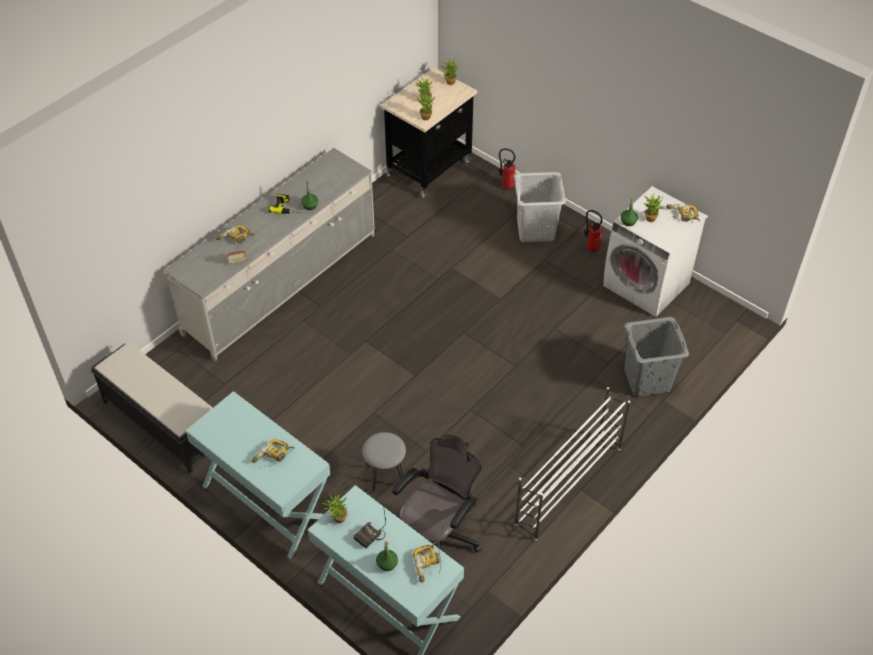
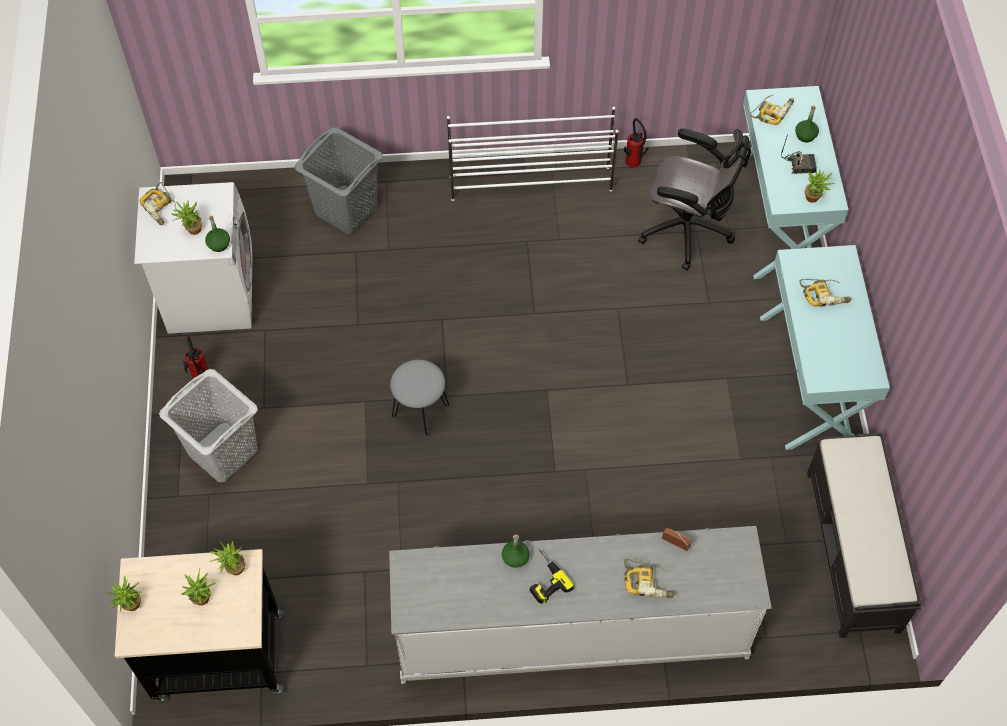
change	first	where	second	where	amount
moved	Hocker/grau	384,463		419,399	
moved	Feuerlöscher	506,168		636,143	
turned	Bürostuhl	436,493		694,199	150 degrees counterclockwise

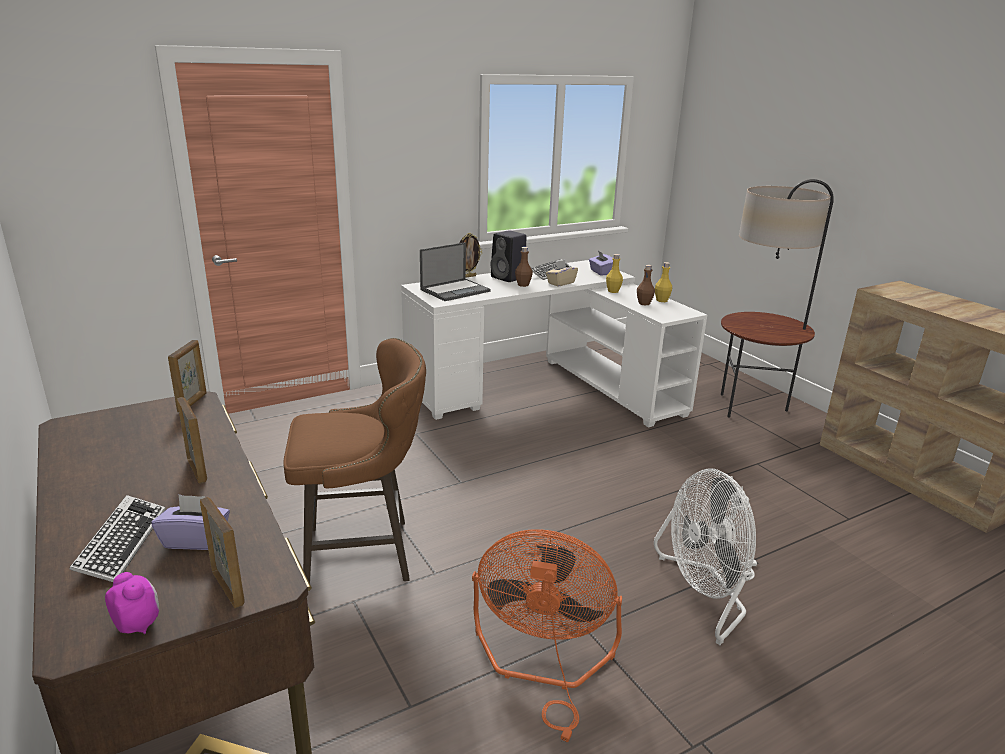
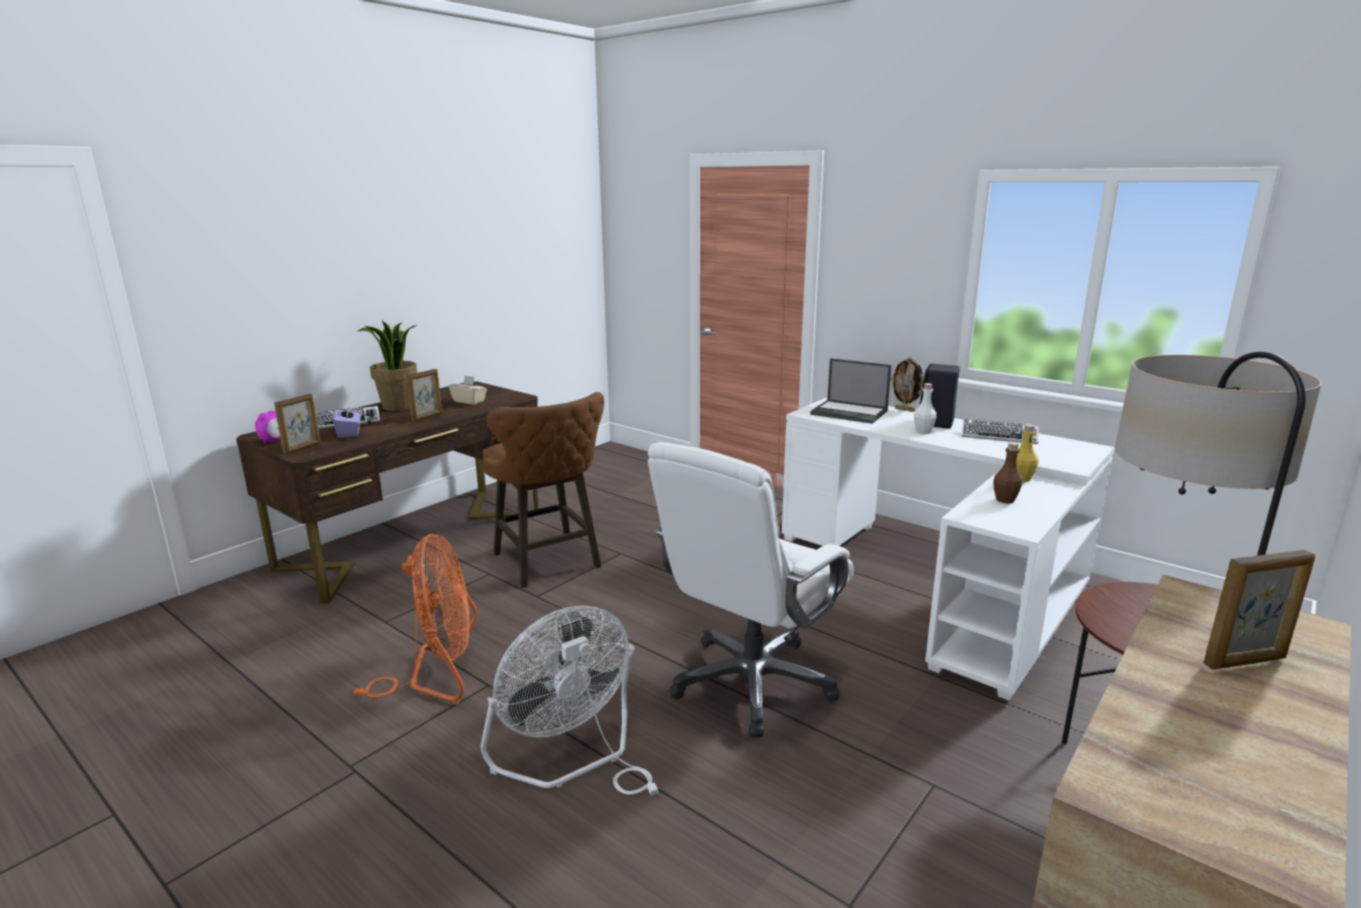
change	first	where	second	where	amount
added			Topfpflanze	387,365	
moved	Taschentuchbox/beige	562,273		468,390	
added			Bürostuhl/weiß	751,590	
recoloured	Flasche/braun	524,267	Flasche/weiß	925,408	
moved	Bilderrahmen	187,376		1259,609	
removed	Taschentuchbox/lila	601,263			
removed	Flasche/gelb	663,282			

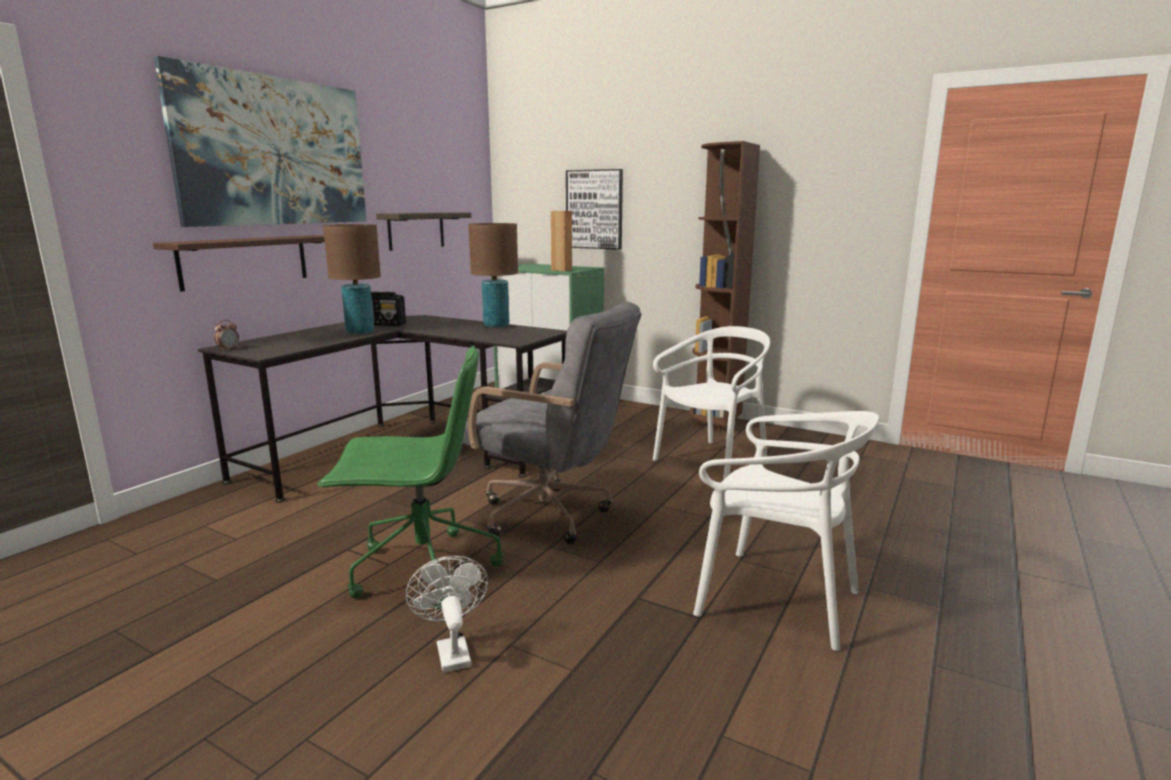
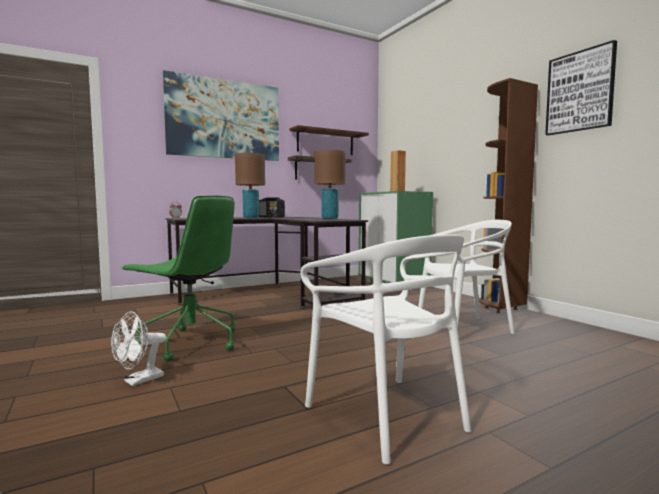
change	first	where	second	where	amount
turned	Ventilator/weiß	446,614		138,348	150 degrees counterclockwise
moved	Wandregal	239,263		329,140	
moved	Bild	594,209		581,88	
removed	Bürostuhl/grau	552,423			

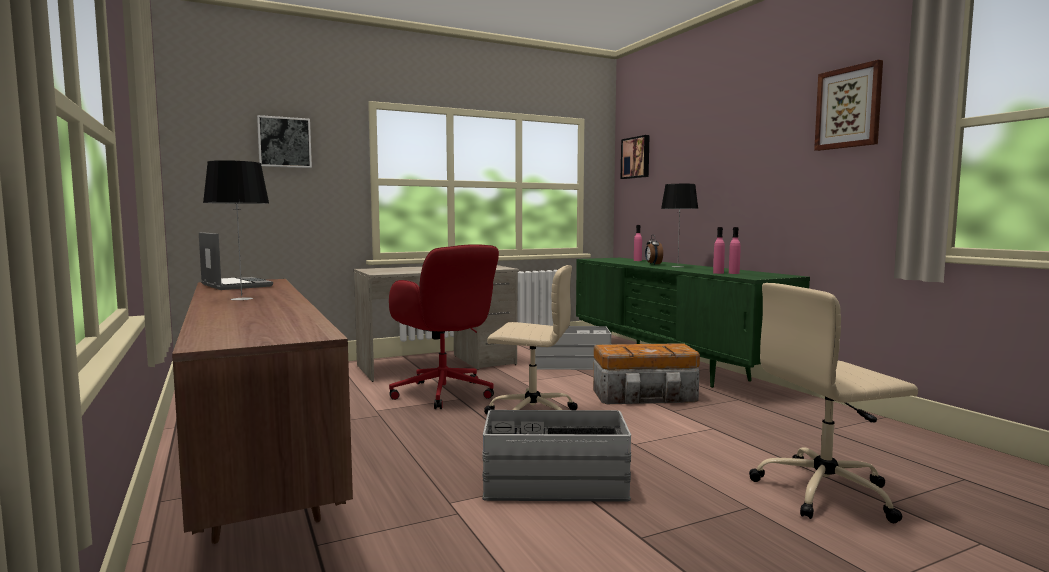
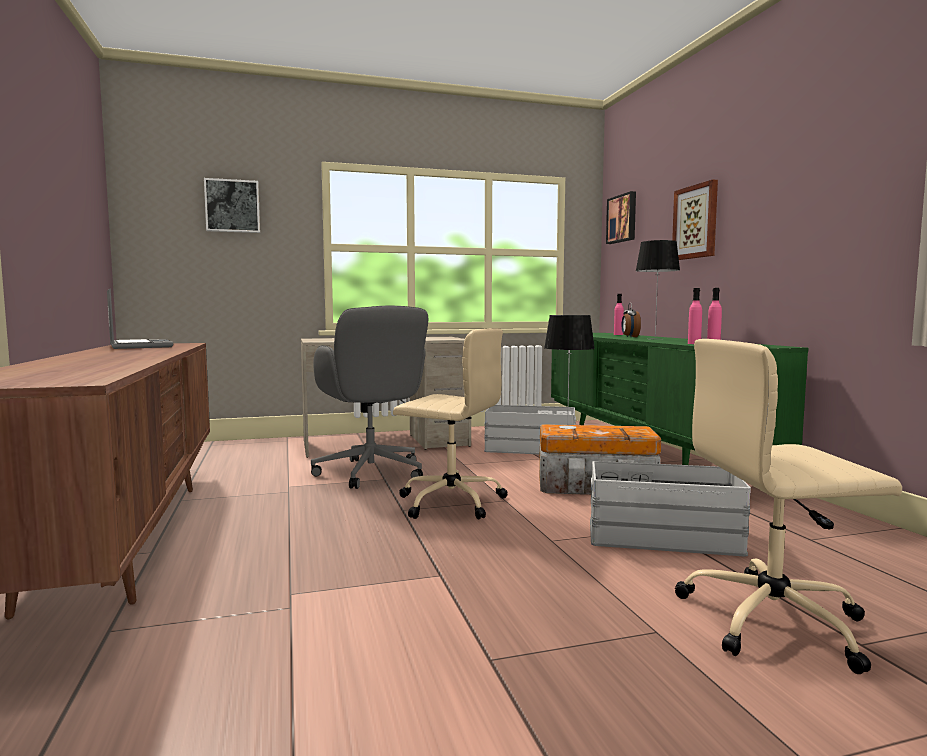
change	first	where	second	where	amount
recoloured	Bürostuhl/rot	444,326	Bürostuhl/grau	369,397	
moved	Tischlampe	236,230		569,372	
moved	Aufbewahrungsbox/grau	556,456		670,508	
moved	Bild	848,105		695,219	

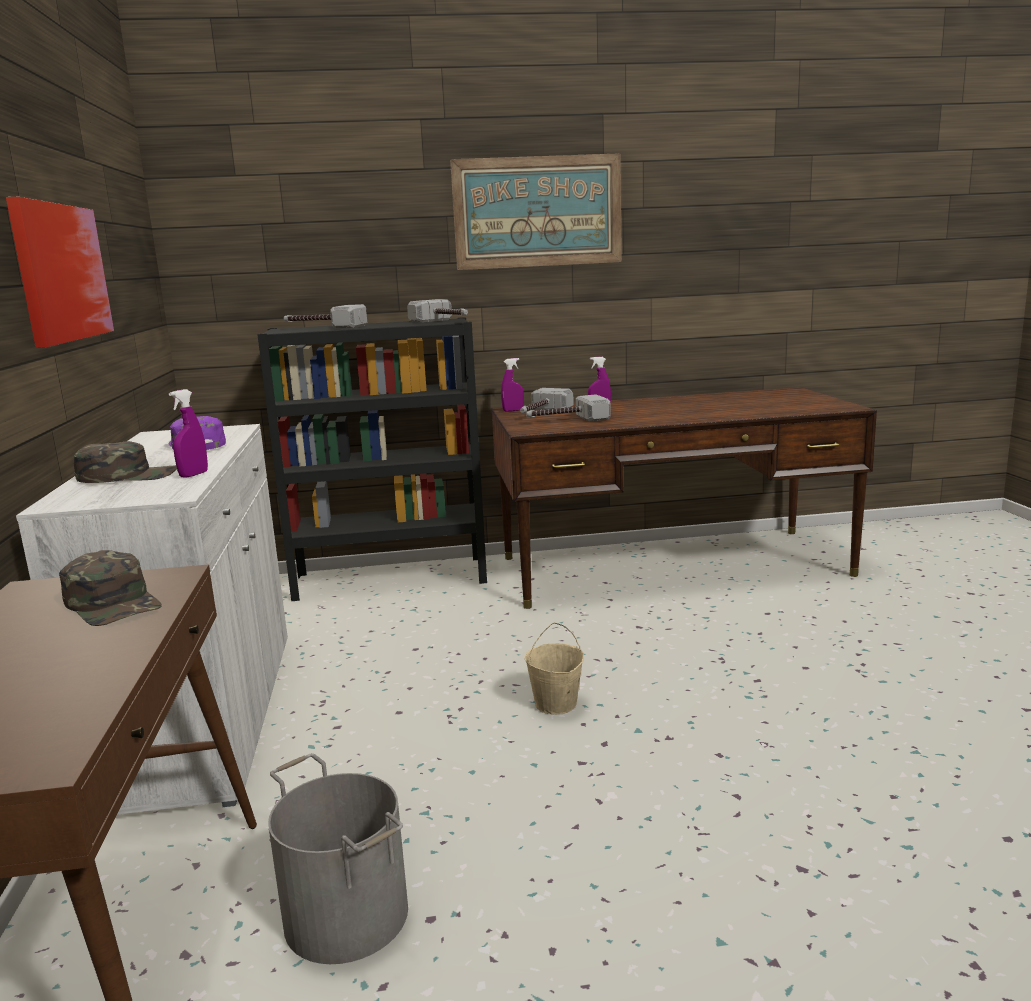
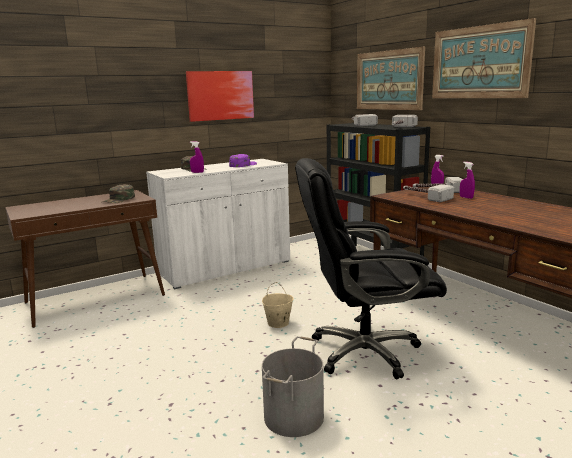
change	first	where	second	where	amount
moved	Eimer/grau	338,858		293,386	
added			Bürostuhl/schwarz	371,268	
added			Bild	391,78	

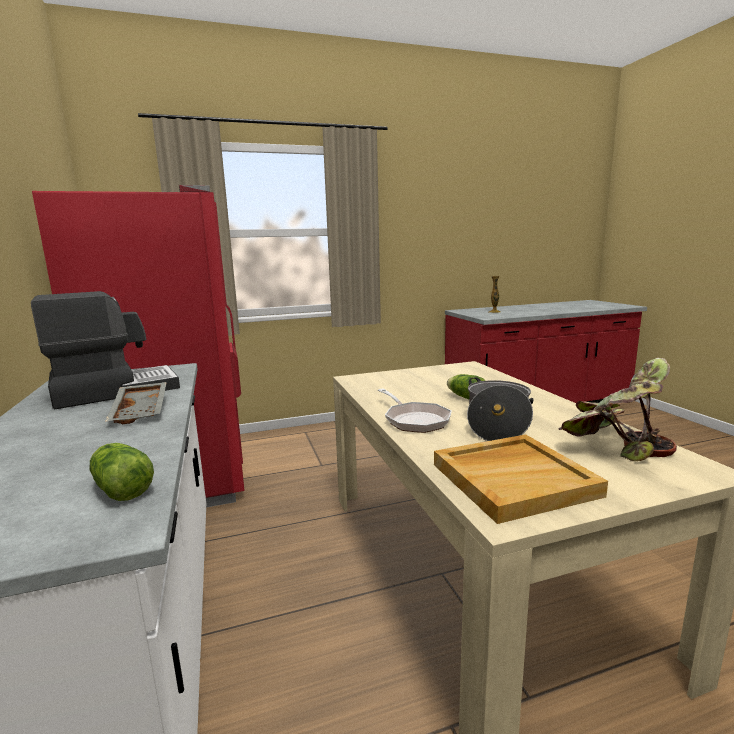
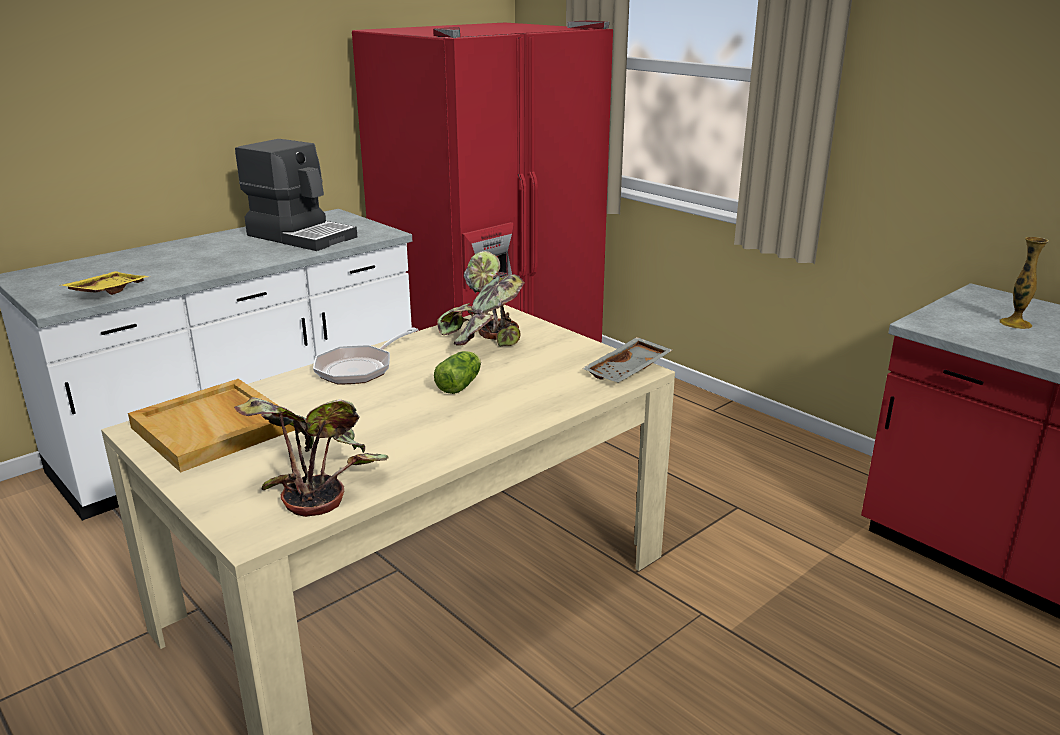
change	first	where	second	where	amount
replaced	Salatkopf	122,472	Tablett/gelb	105,283	
added			Topfpflanze	481,299	
moved	Tablett/grau	136,403		627,359	
removed	Kochtopf	500,409			

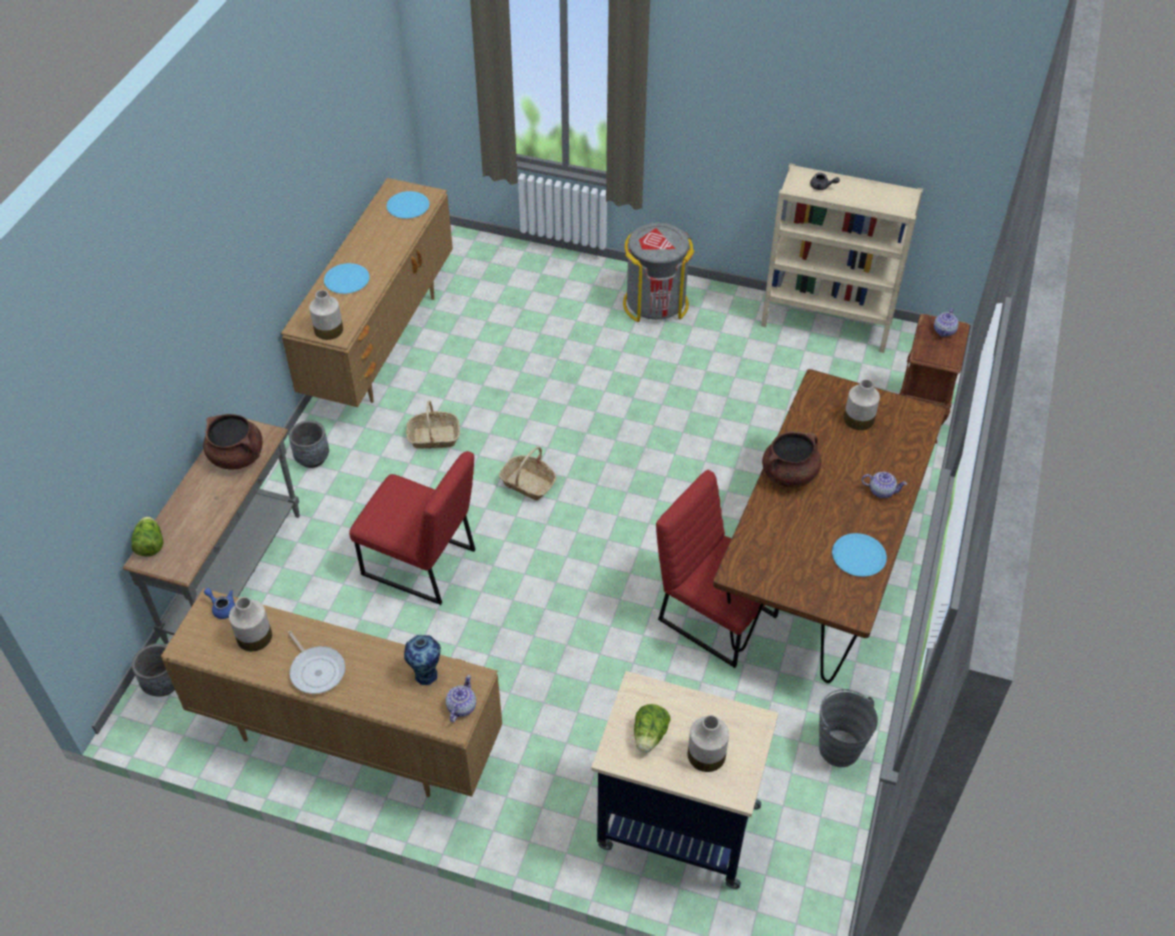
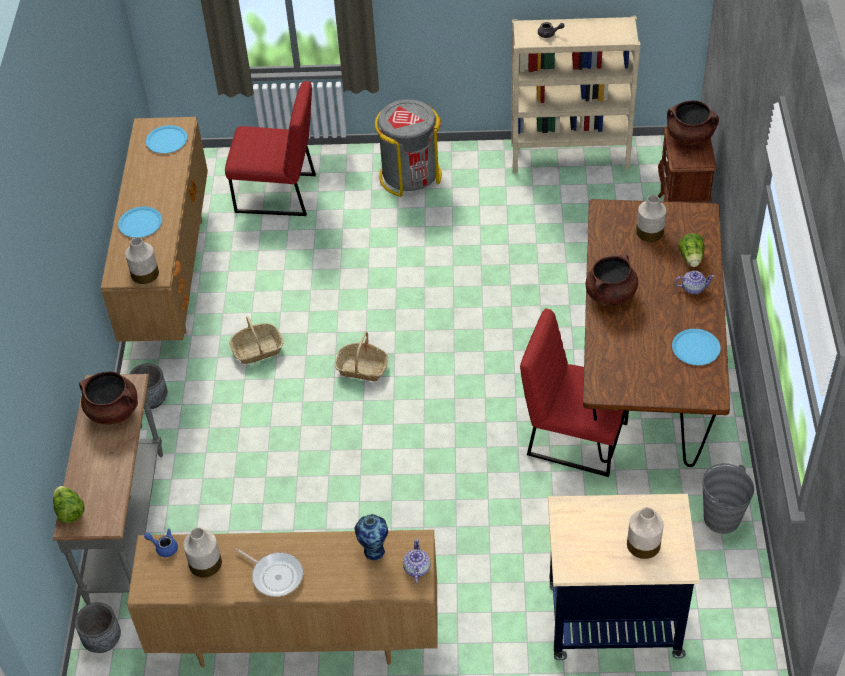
change	first	where	second	where	amount
moved	Stuhl/rot	412,528		270,148	
replaced	Teekanne	946,322	Kochtopf/braun	693,122	
moved	Salatkopf	652,728		692,250	

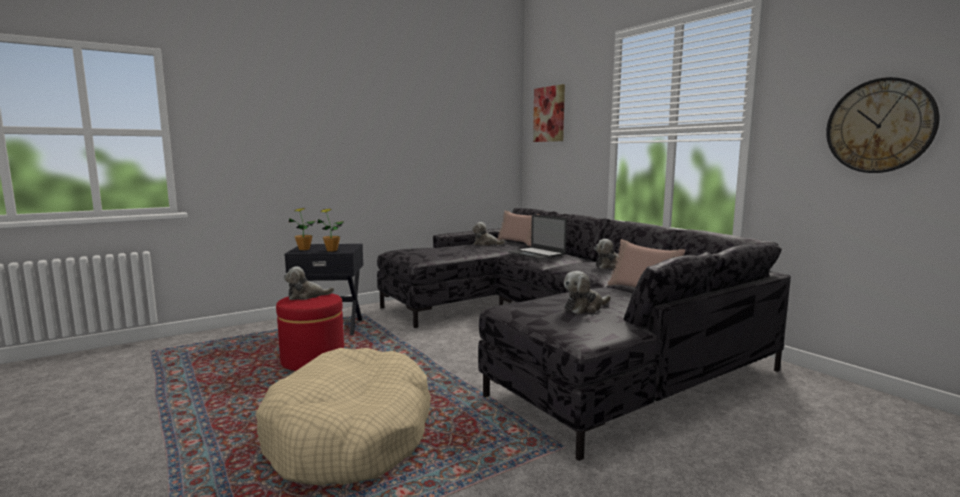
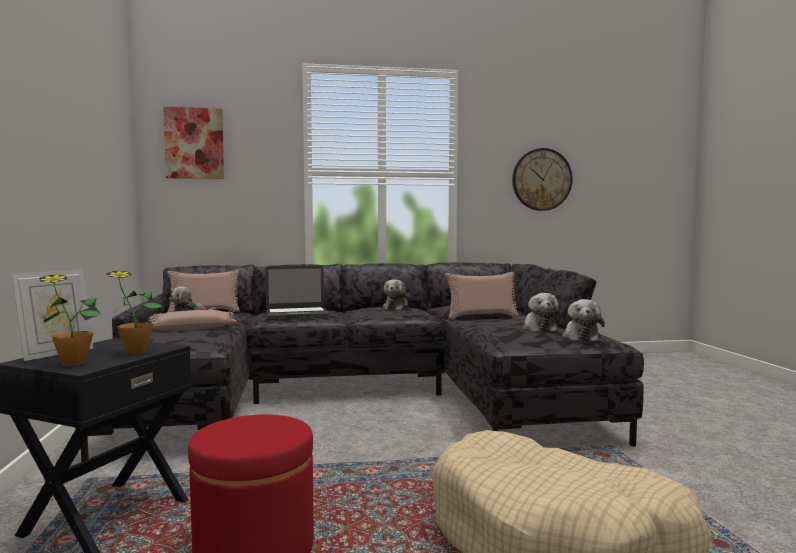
change	first	where	second	where	amount
added			Bilderrahmen	53,315	
added			Kissen/beige	193,320	
moved	Plüschtier	309,283		583,320	

